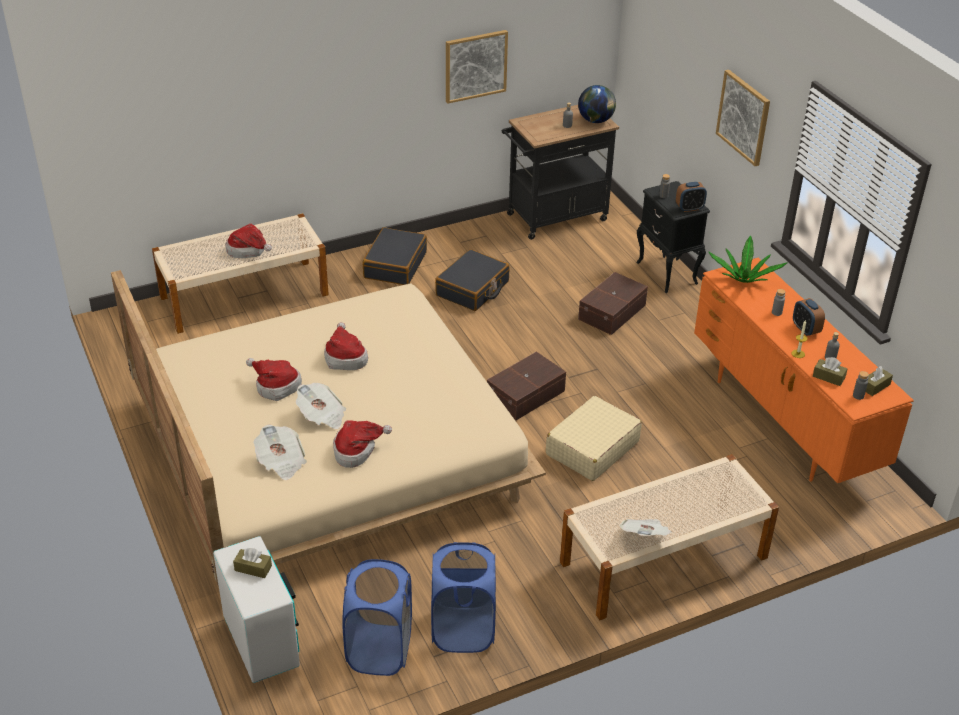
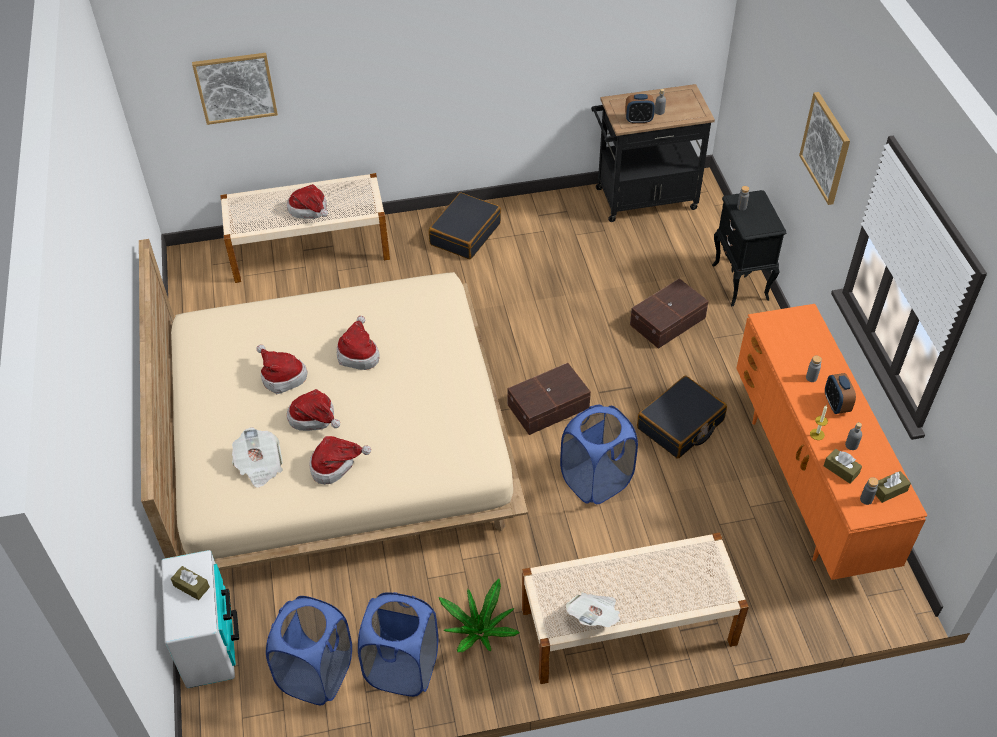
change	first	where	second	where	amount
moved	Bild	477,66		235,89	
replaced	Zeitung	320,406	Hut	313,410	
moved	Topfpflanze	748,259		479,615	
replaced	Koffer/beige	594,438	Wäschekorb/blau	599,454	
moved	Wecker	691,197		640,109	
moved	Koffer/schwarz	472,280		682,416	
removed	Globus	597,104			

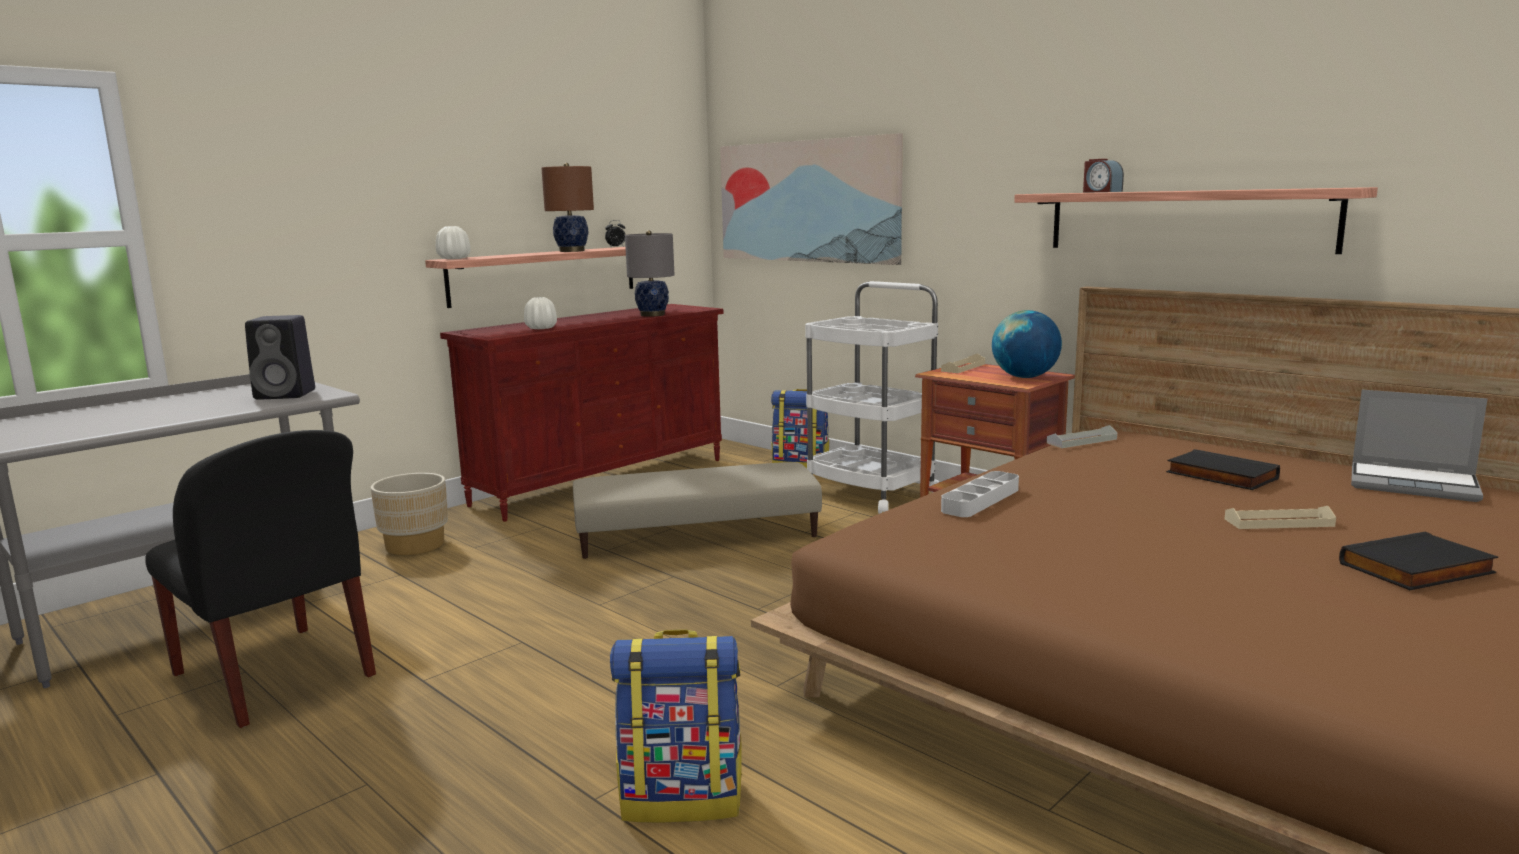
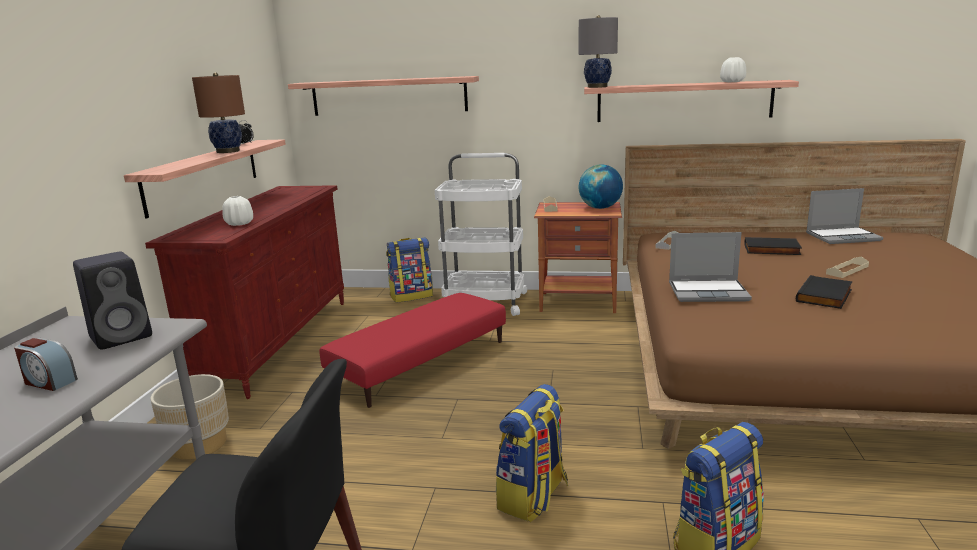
change	first	where	second	where	amount
moved	Wecker	1103,176		46,364	
replaced	Bild	811,199	Wandregal	383,96	
recoloured	Polsterhocker/beige	697,510	Polsterhocker/rot	412,350	
added			Rucksack	532,453	
moved	Tischlampe/grau	650,273		598,51	
replaced	Tablett/grau	980,494	Laptop	710,267	
moved	Vase/weiß	453,242		733,69	
moved	Buch/schwarz	1418,561		824,292	

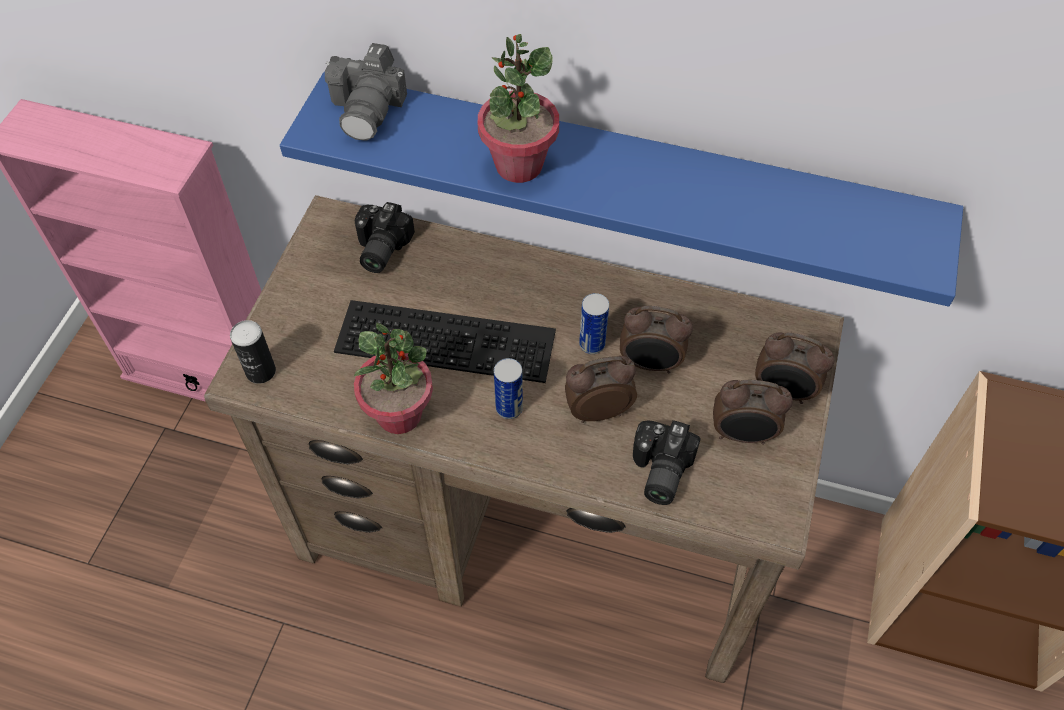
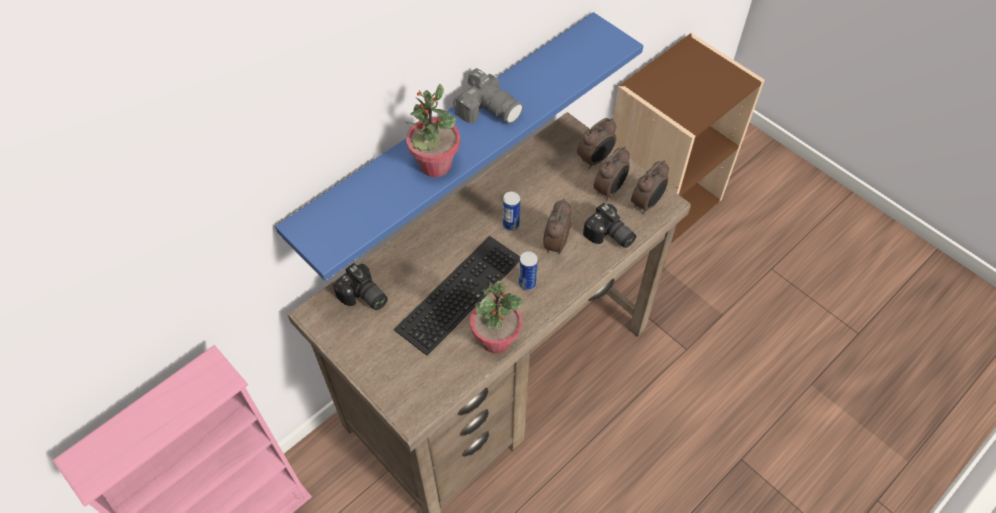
change	first	where	second	where	amount
moved	Kamera	366,92		488,95	
moved	Wecker	656,340		650,187	
removed	Dose	253,352			

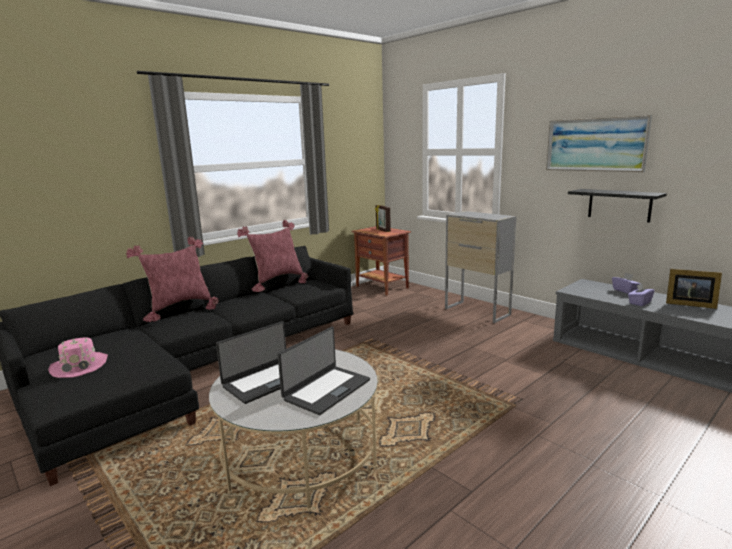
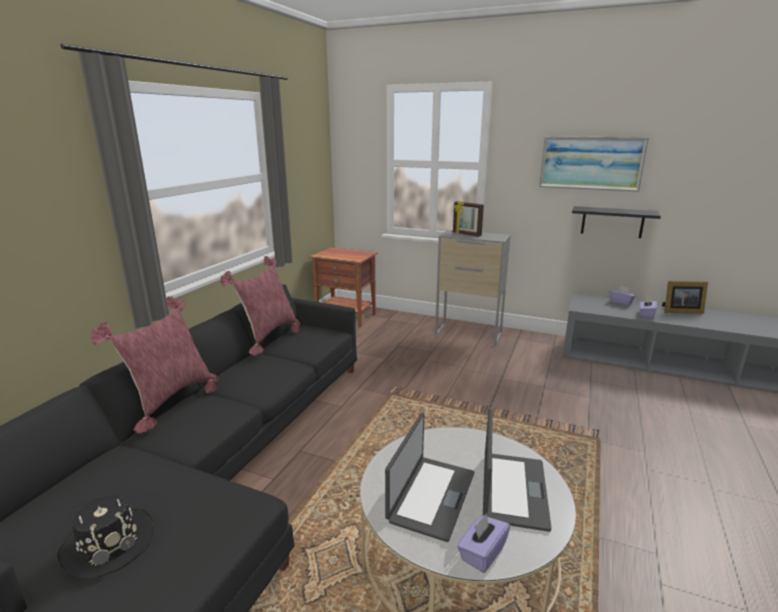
change	first	where	second	where	amount
recoloured	Hut/rosa	78,357	Hut/schwarz	105,537	
moved	Bilderrahmen	383,218		468,218	
added			Taschentuchbox/lila	483,543	

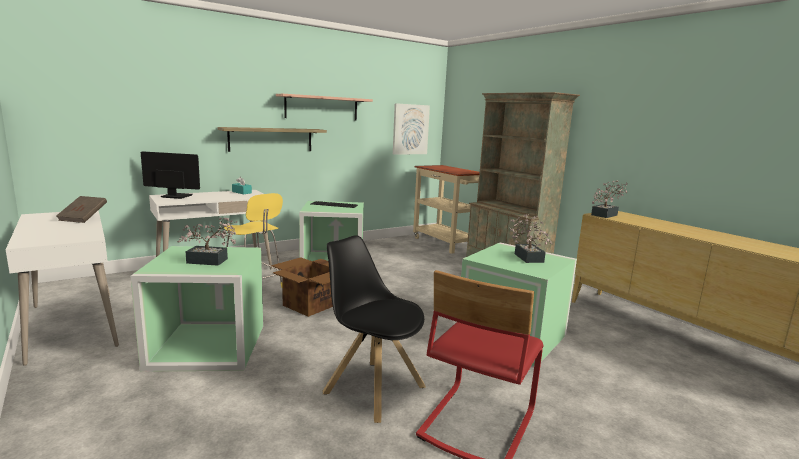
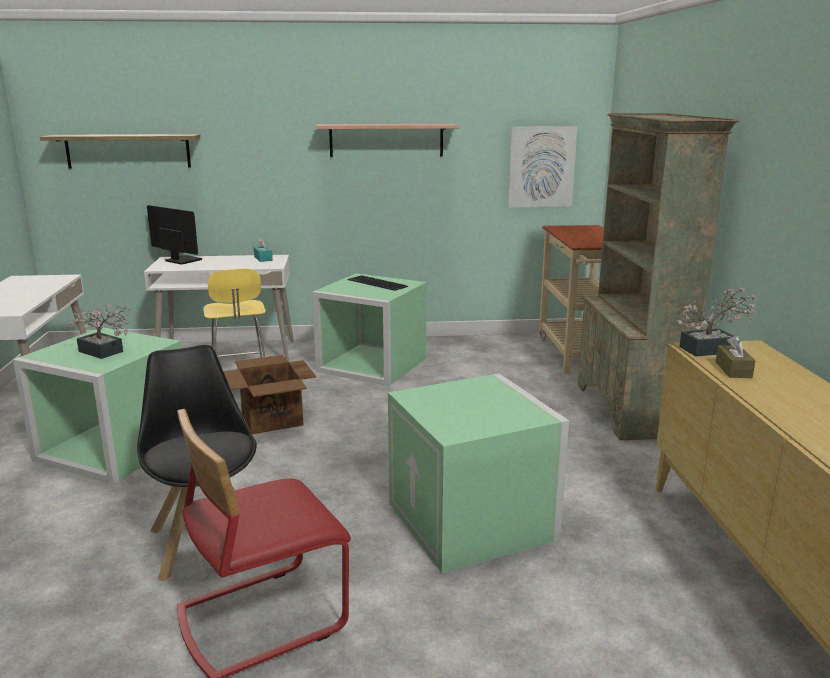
change	first	where	second	where	amount
moved	Wandregal	272,139		120,151	
added			Taschentuchbox/braun	735,356	
removed	Buch/braun	81,209			
removed	Topfpflanze	531,238			

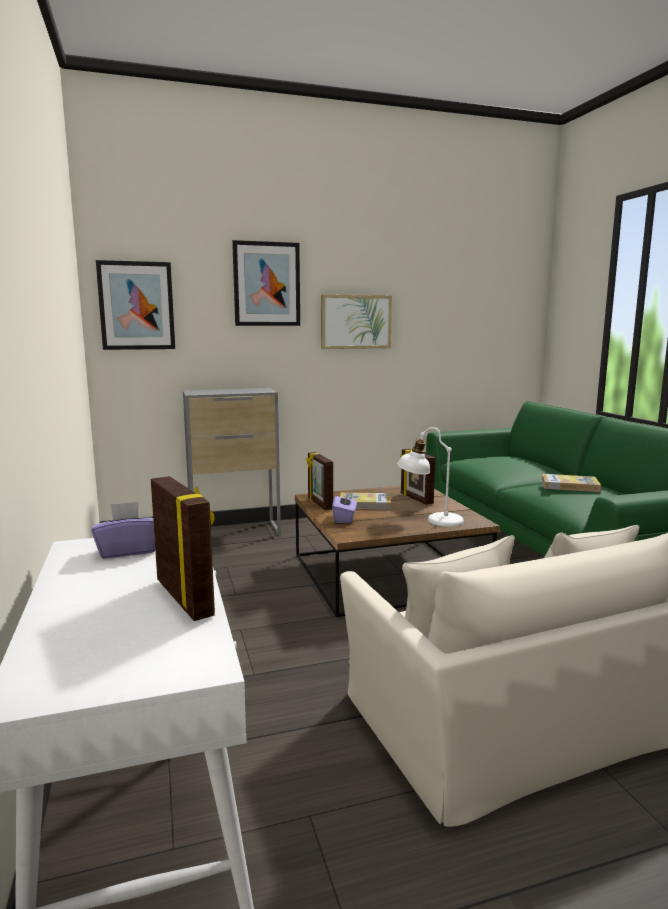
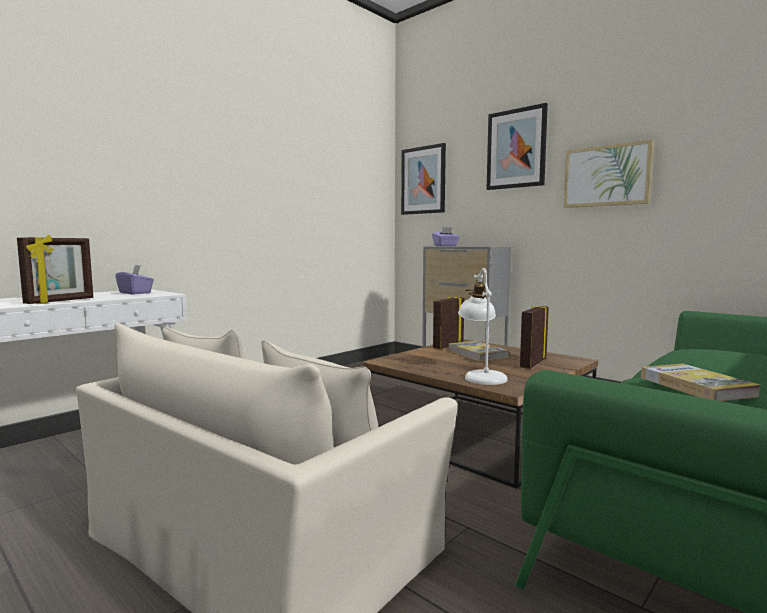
change	first	where	second	where	amount
moved	Taschentuchbox/lila	344,507		446,236	

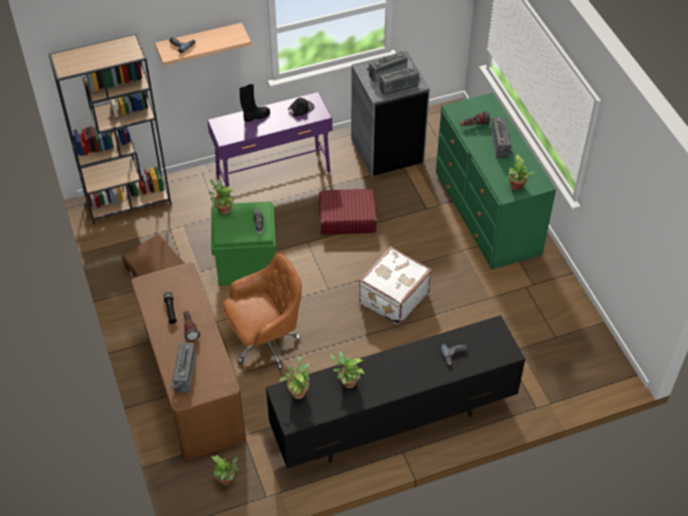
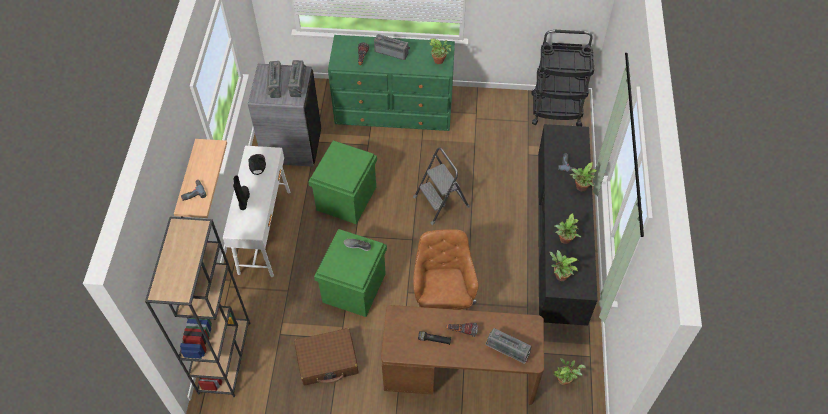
change	first	where	second	where	amount
recoloured	Konsolentisch/lila	269,143	Konsolentisch/weiß	256,211	
replaced	Koffer/rot	348,212	Aufbewahrungsbox/grün	342,182	
replaced	Koffer/weiß	395,285	Trittleiter/grau	441,186	
added			Rollwagen/schwarz	562,78	
moved	Topfpflanze	221,197		583,177	

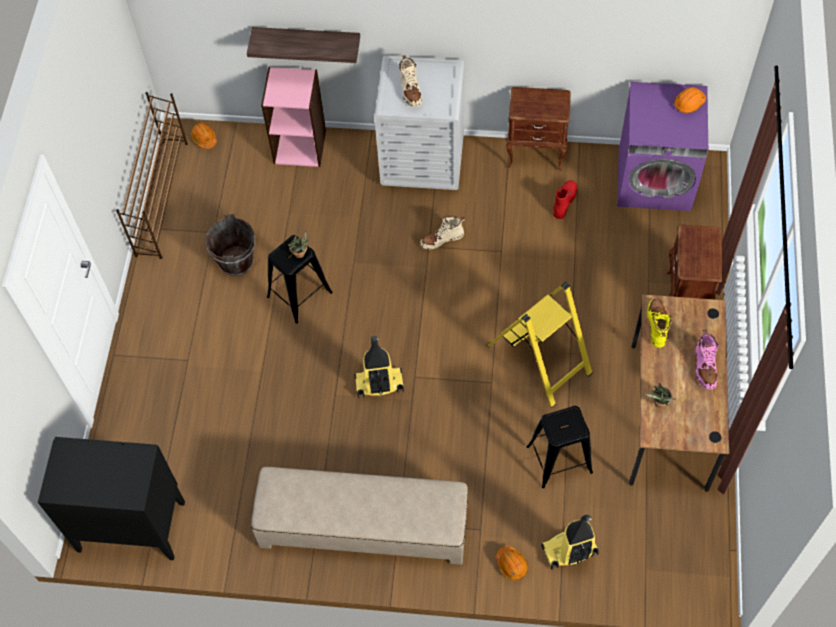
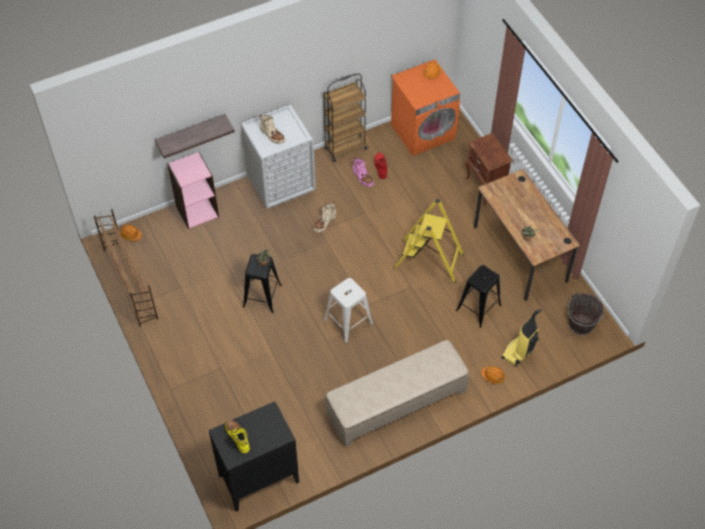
change	first	where	second	where	amount
moved	Stiefel/gelb	659,323		237,436	
replaced	Staubsauger	379,367	Hocker/weiß	348,310	
replaced	Nachttisch/braun	538,129	Rollwagen/braun	346,118	
moved	Stiefel/rosa	707,360		363,172	
recoloured	Waschmaschine/lila	662,146	Waschmaschine/orange	425,107	
moved	Eimer/braun	230,245		586,313	

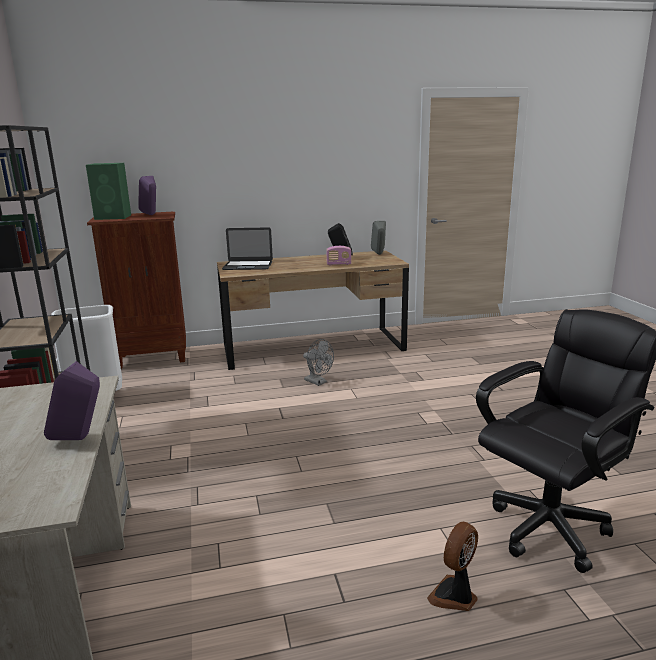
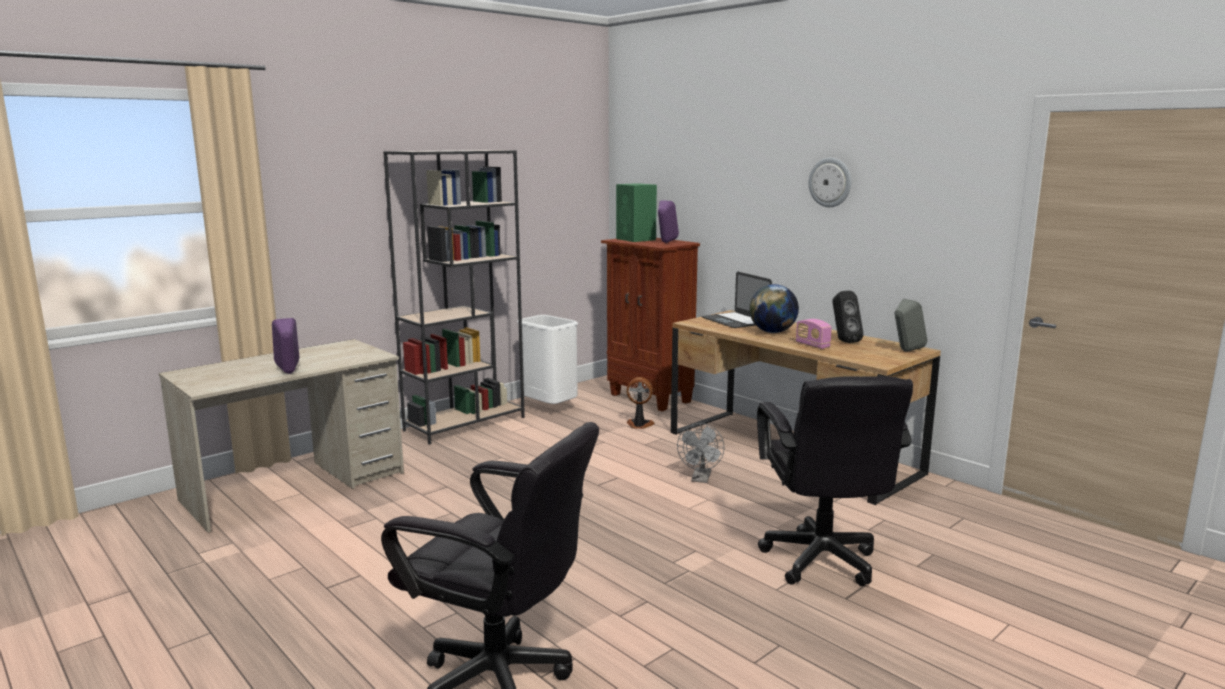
change	first	where	second	where	amount
moved	Ventilator	452,566		641,403	
added			Globus	774,308	
added			Bürostuhl/schwarz	835,481	
added			Wanduhr	830,182	

